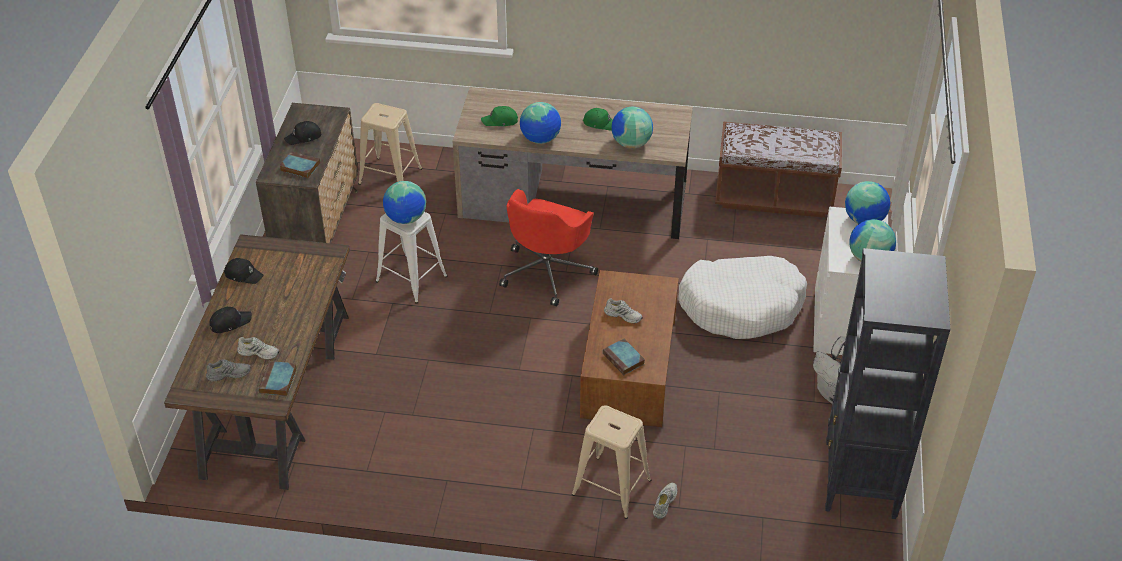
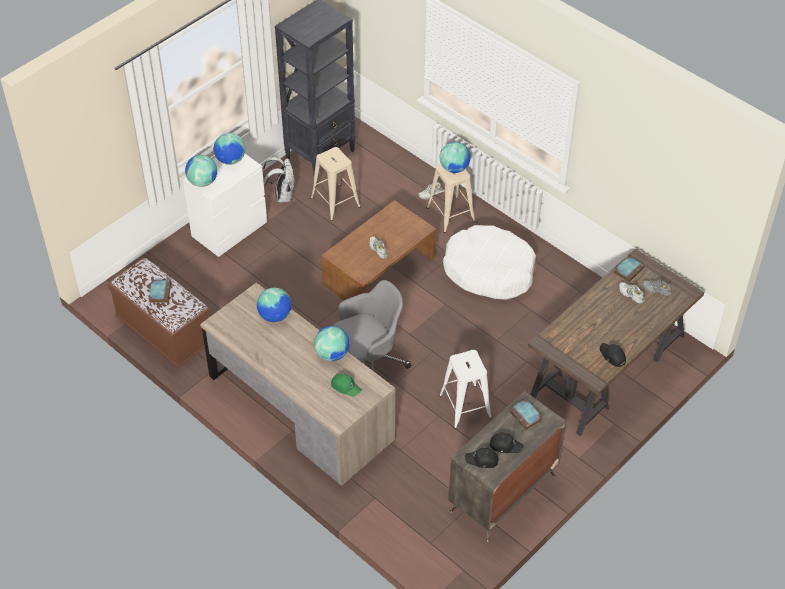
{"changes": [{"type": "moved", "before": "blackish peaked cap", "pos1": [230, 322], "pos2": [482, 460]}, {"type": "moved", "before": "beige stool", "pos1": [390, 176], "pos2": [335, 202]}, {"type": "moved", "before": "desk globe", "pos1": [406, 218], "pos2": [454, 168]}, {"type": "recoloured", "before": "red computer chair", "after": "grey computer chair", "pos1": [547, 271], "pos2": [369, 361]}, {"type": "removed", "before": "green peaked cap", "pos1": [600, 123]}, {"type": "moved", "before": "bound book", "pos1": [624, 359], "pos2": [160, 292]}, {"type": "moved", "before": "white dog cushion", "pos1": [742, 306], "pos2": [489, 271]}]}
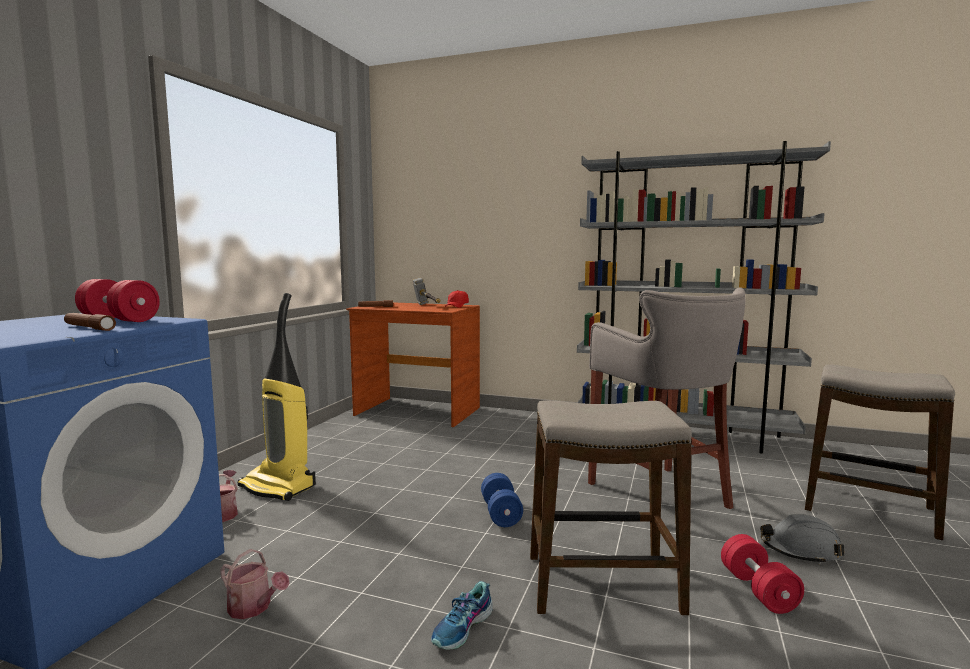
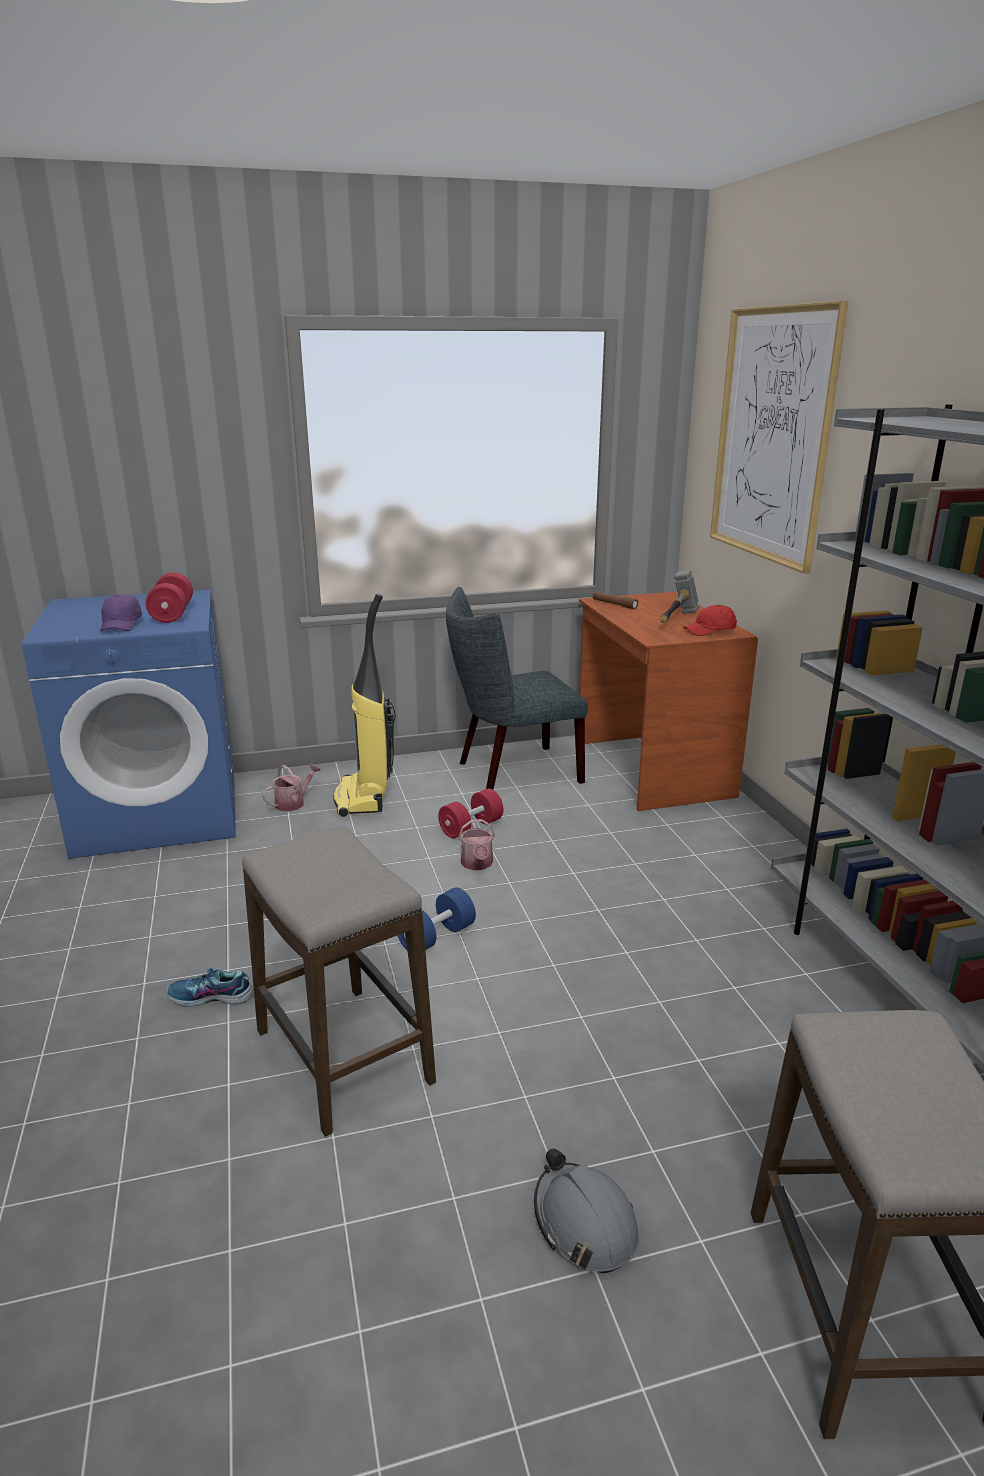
{"changes": [{"type": "replaced", "before": "brown-coloured torch", "after": "purple-coloured peaked cap", "pos1": [89, 328], "pos2": [121, 625]}, {"type": "moved", "before": "sprinkling can", "pos1": [253, 608], "pos2": [477, 864]}, {"type": "removed", "before": "grey stool", "pos1": [661, 495]}, {"type": "moved", "before": "red free weight", "pos1": [758, 590], "pos2": [471, 827]}, {"type": "added", "after": "grey chair", "pos2": [511, 773]}, {"type": "added", "after": "wall art", "pos2": [772, 435]}]}
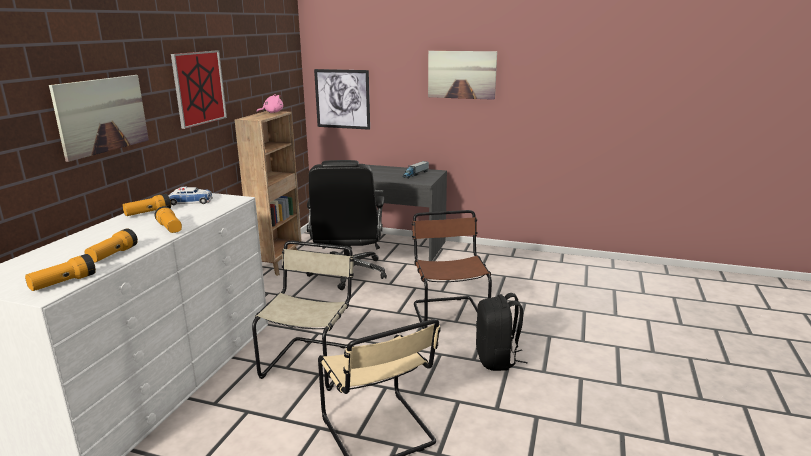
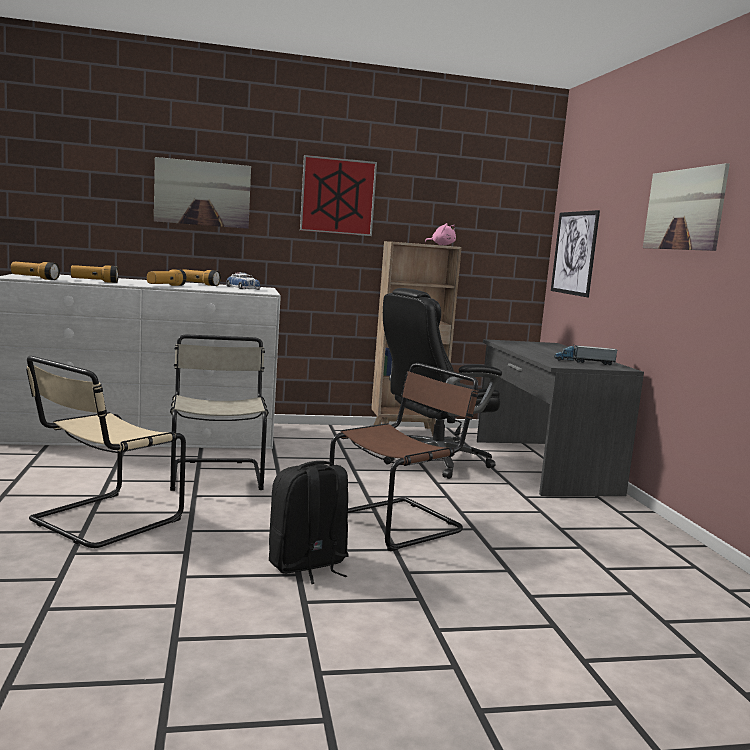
{"changes": [{"type": "turned", "before": "beige chair", "pos1": [311, 362], "pos2": [216, 475], "turn": -90}]}
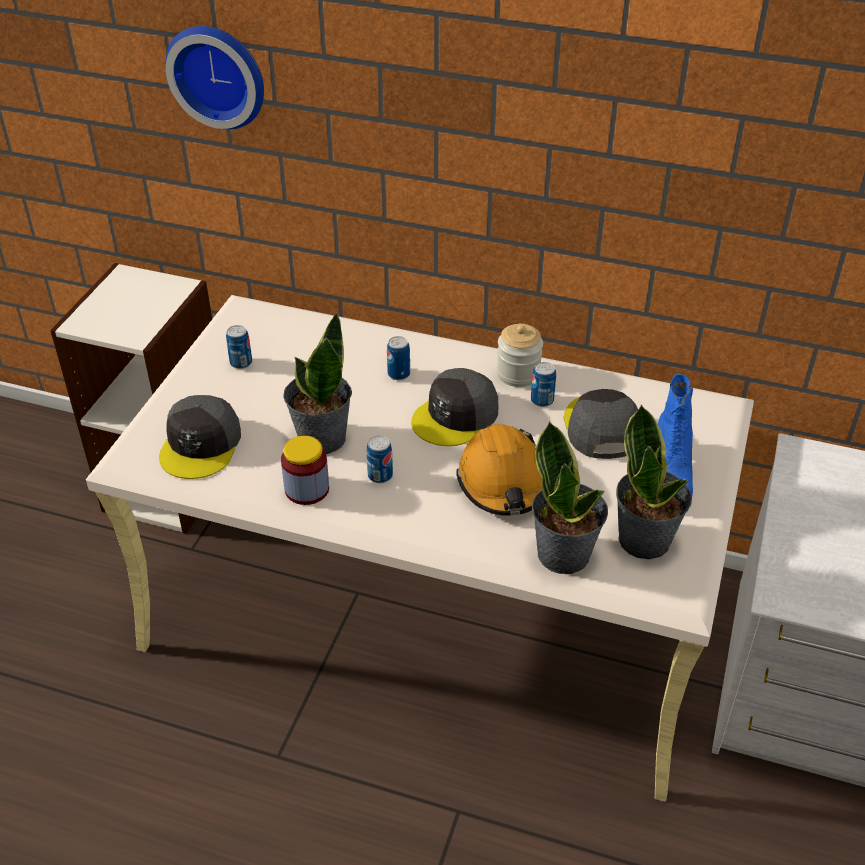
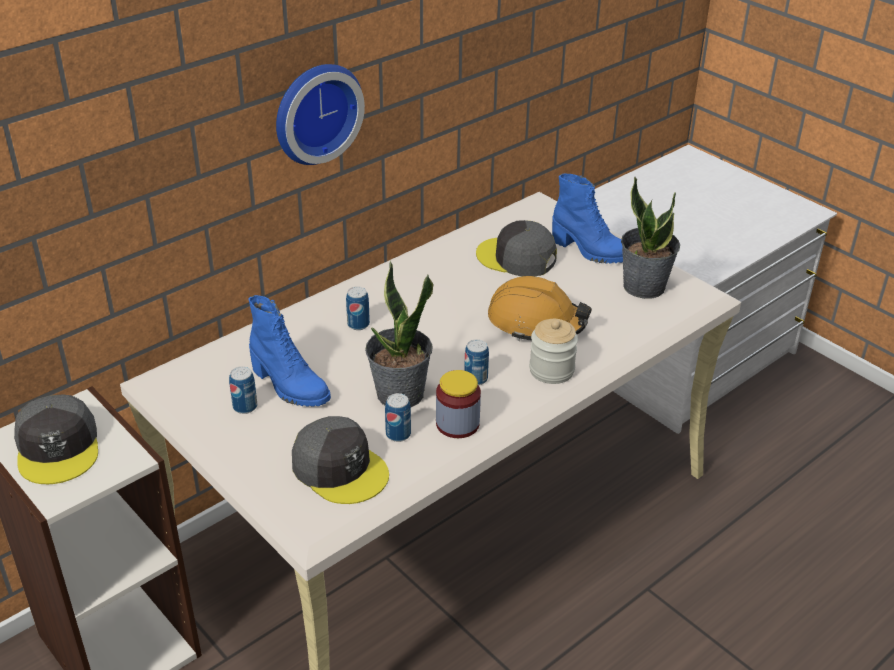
{"changes": [{"type": "moved", "before": "hanging clock", "pos1": [219, 74], "pos2": [314, 111]}, {"type": "moved", "before": "grey peaked cap", "pos1": [456, 416], "pos2": [58, 447]}, {"type": "moved", "before": "preserve jar", "pos1": [518, 374], "pos2": [551, 370]}, {"type": "moved", "before": "metal can", "pos1": [542, 400], "pos2": [398, 434]}, {"type": "removed", "before": "plant in a pot", "pos1": [564, 553]}, {"type": "added", "after": "blue boot", "pos2": [289, 387]}]}
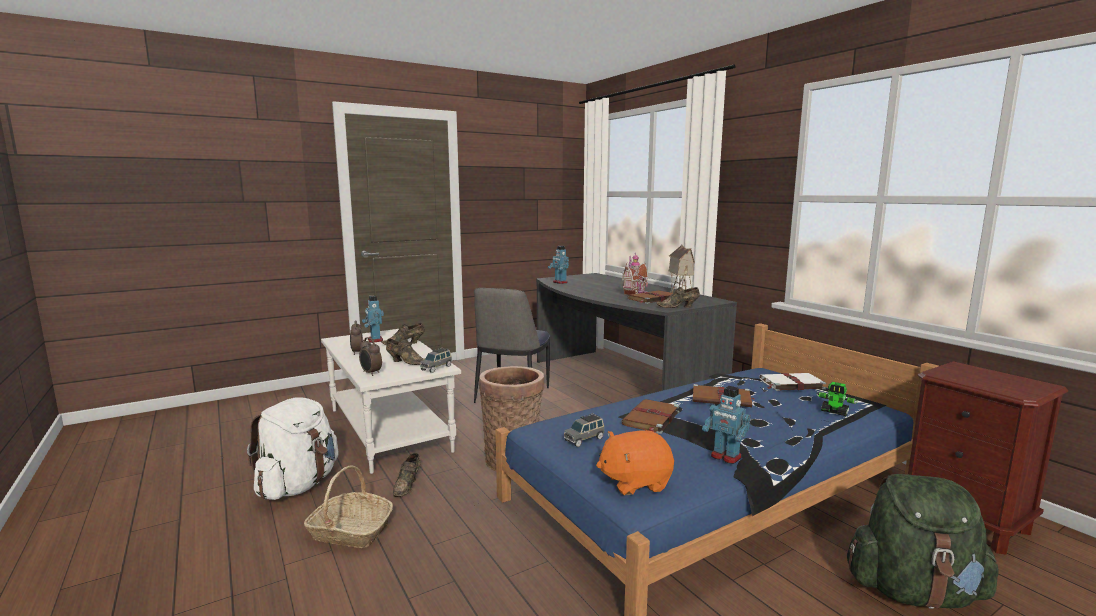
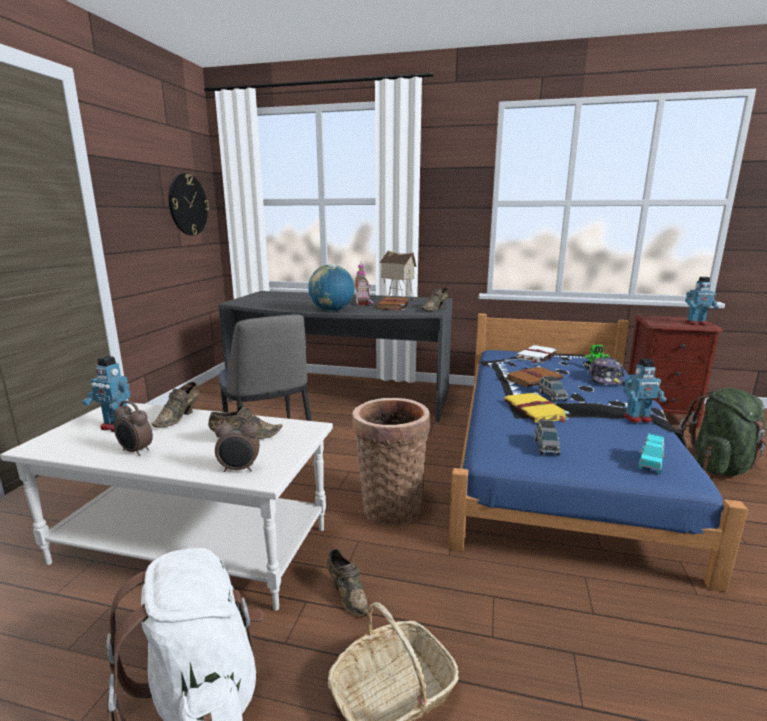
{"changes": [{"type": "moved", "before": "grey model car", "pos1": [436, 368], "pos2": [551, 396]}, {"type": "moved", "before": "robot figure", "pos1": [560, 282], "pos2": [696, 323]}, {"type": "replaced", "before": "orange-coloured cuddly toy", "after": "blue-green model car", "pos1": [635, 482], "pos2": [650, 463]}, {"type": "recoloured", "before": "brown-coloured bound book", "after": "yellowish bound book", "pos1": [650, 419], "pos2": [536, 410]}, {"type": "added", "after": "hanging clock", "pos2": [188, 204]}, {"type": "added", "after": "desk globe", "pos2": [332, 310]}, {"type": "added", "after": "peaked cap", "pos2": [605, 378]}]}
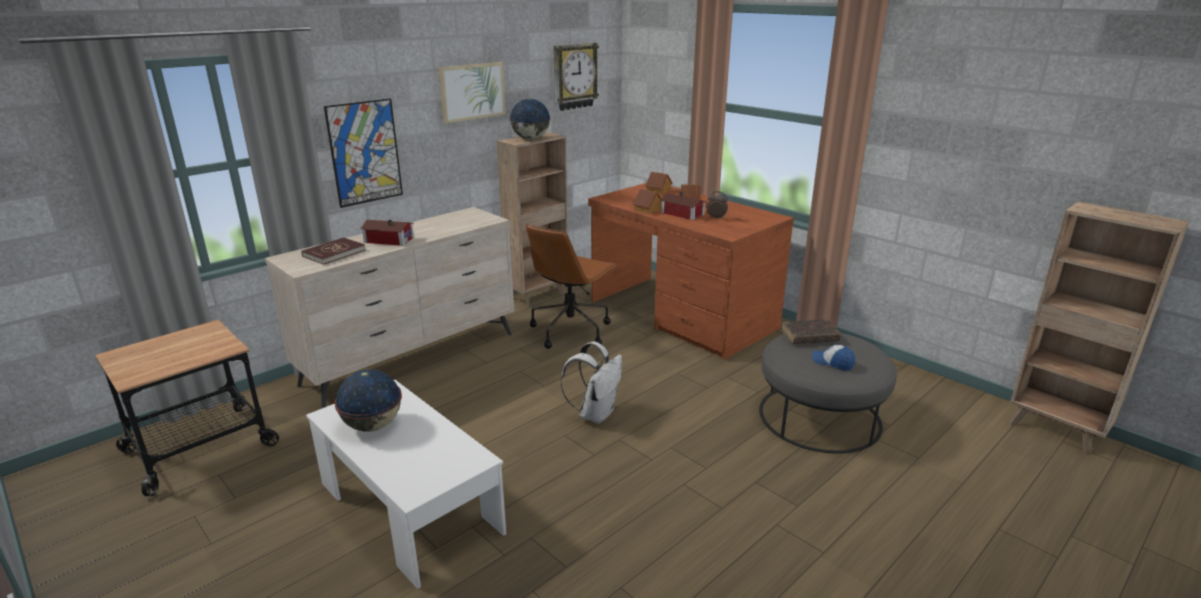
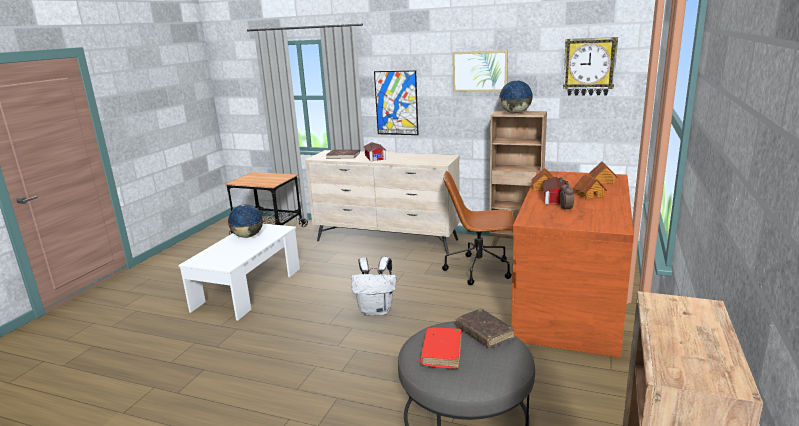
{"changes": [{"type": "replaced", "before": "peaked cap", "after": "red bound book", "pos1": [832, 362], "pos2": [441, 352]}]}
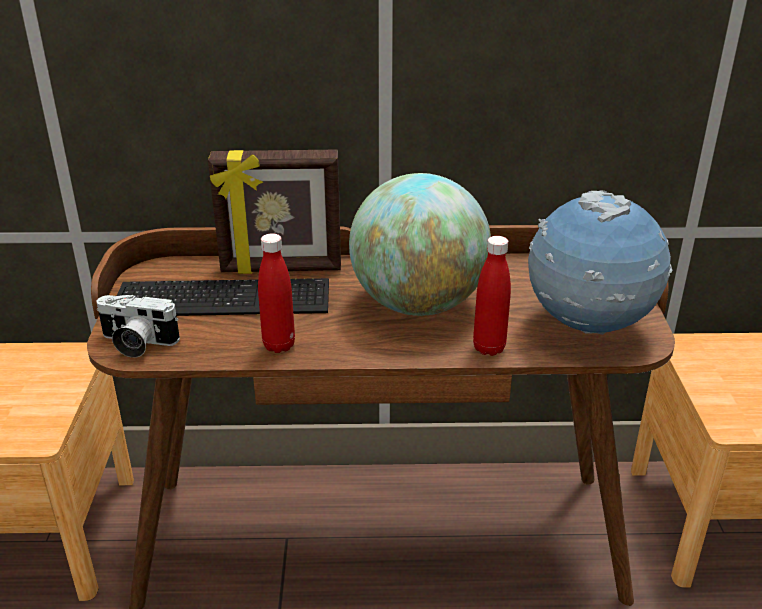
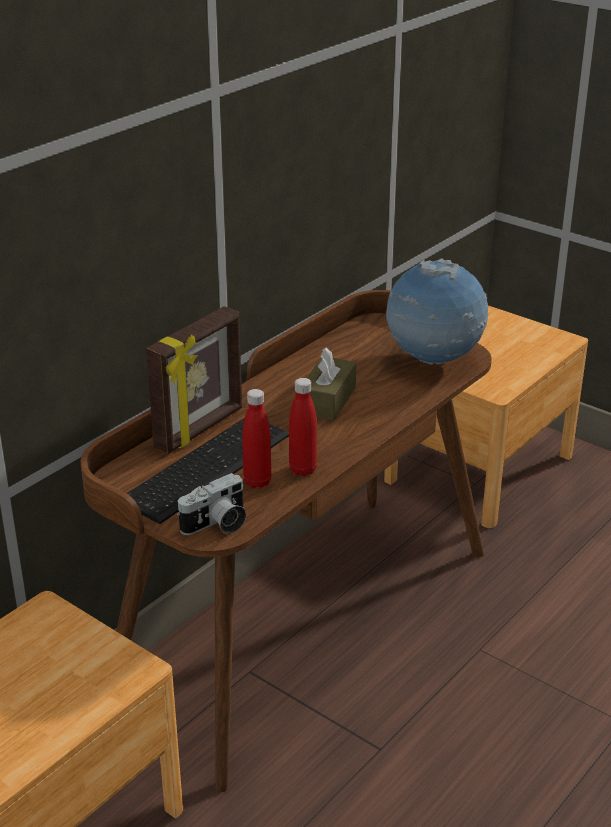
{"changes": [{"type": "replaced", "before": "desk globe", "after": "brown-coloured tissue holder", "pos1": [418, 305], "pos2": [327, 400]}, {"type": "moved", "before": "red beverage bottle", "pos1": [489, 348], "pos2": [257, 482]}]}
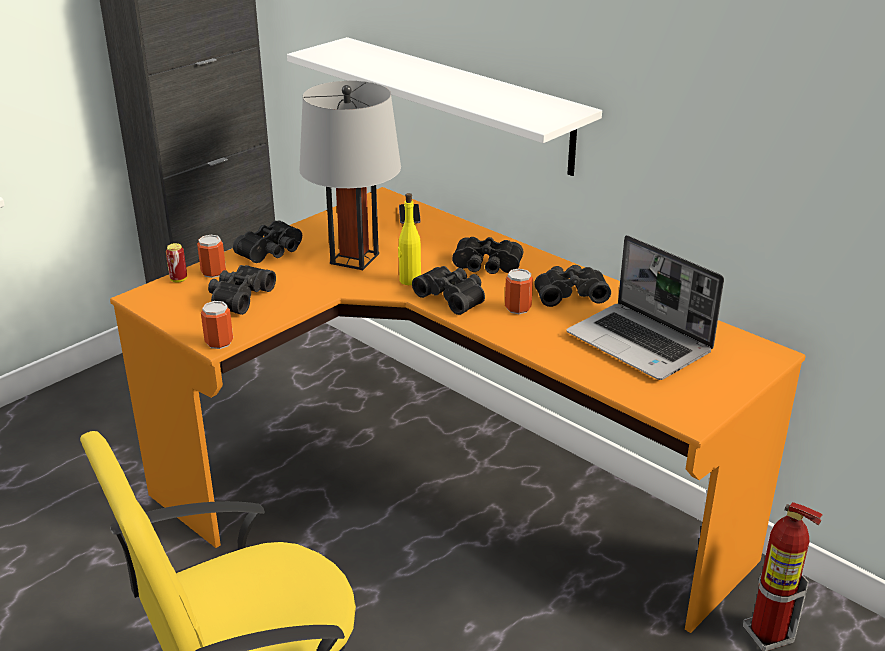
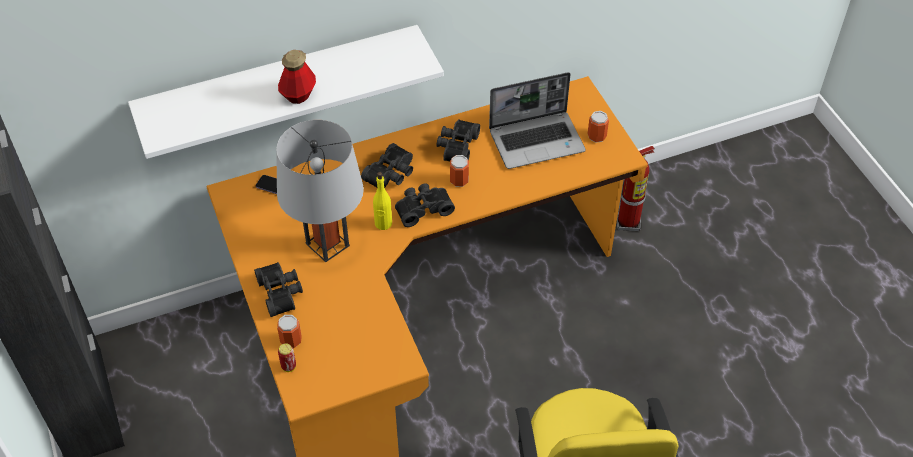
{"changes": [{"type": "moved", "before": "metal can", "pos1": [219, 342], "pos2": [596, 136]}, {"type": "removed", "before": "blackish field glasses", "pos1": [238, 297]}, {"type": "added", "after": "beverage bottle", "pos2": [298, 95]}]}
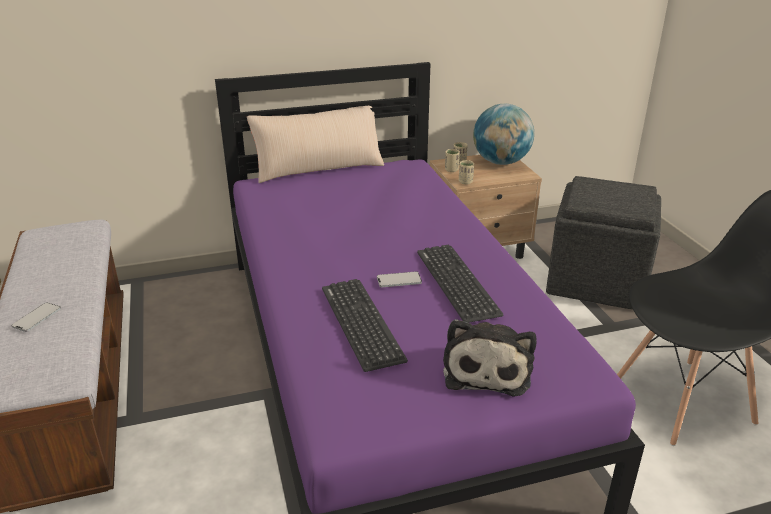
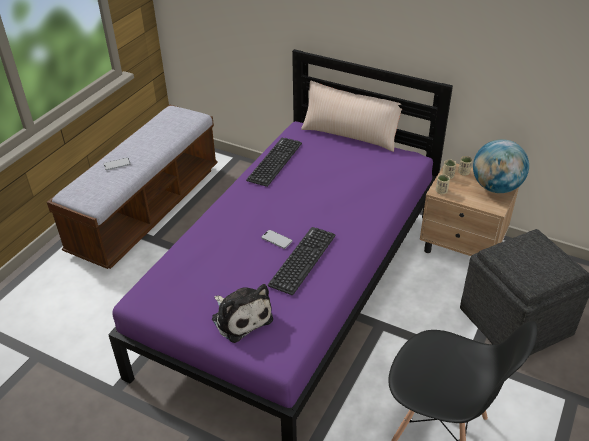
{"changes": [{"type": "moved", "before": "computer keyboard", "pos1": [361, 323], "pos2": [274, 162]}, {"type": "turned", "before": "cuddly toy", "pos1": [487, 369], "pos2": [240, 317], "turn": -90}]}
